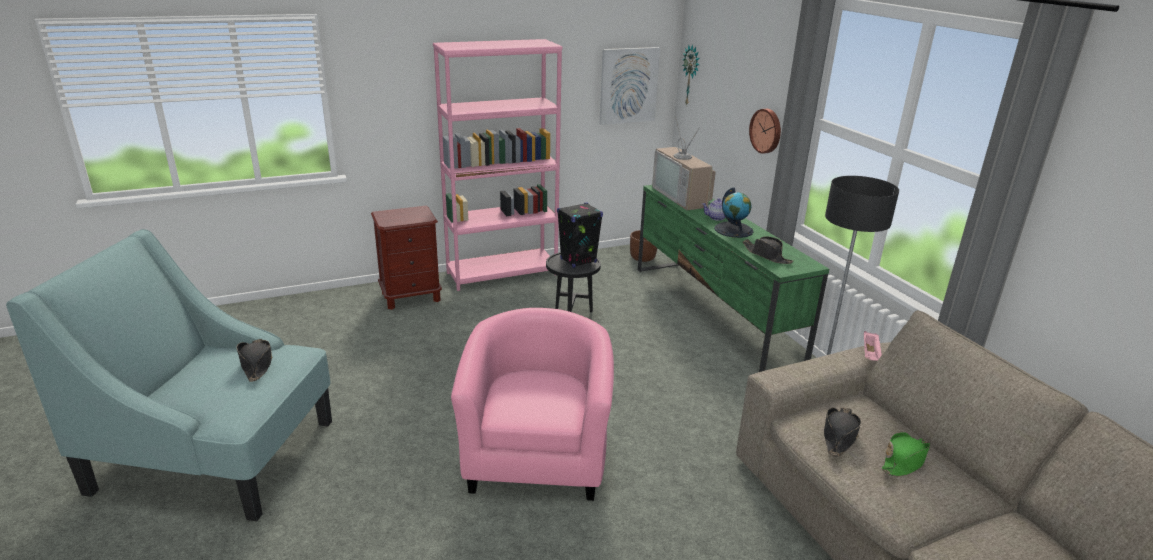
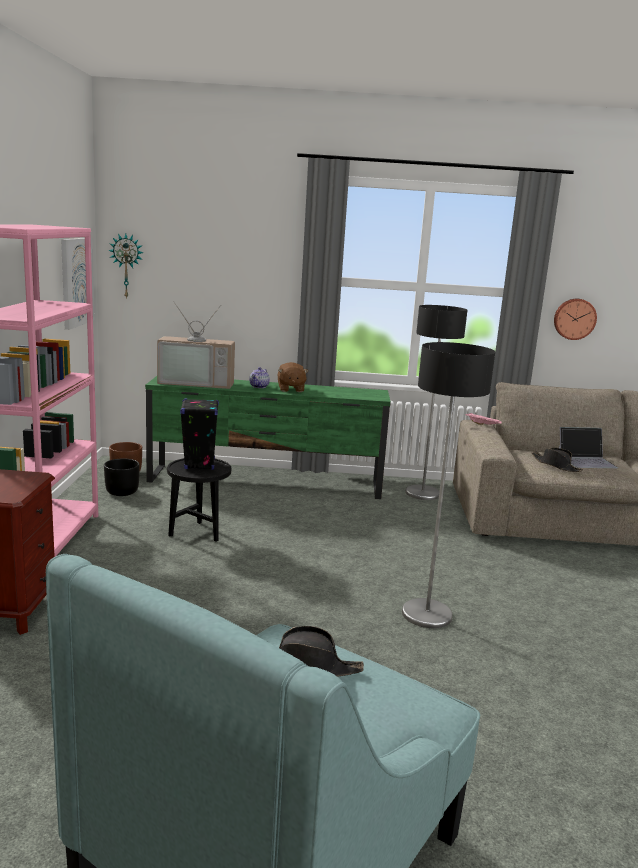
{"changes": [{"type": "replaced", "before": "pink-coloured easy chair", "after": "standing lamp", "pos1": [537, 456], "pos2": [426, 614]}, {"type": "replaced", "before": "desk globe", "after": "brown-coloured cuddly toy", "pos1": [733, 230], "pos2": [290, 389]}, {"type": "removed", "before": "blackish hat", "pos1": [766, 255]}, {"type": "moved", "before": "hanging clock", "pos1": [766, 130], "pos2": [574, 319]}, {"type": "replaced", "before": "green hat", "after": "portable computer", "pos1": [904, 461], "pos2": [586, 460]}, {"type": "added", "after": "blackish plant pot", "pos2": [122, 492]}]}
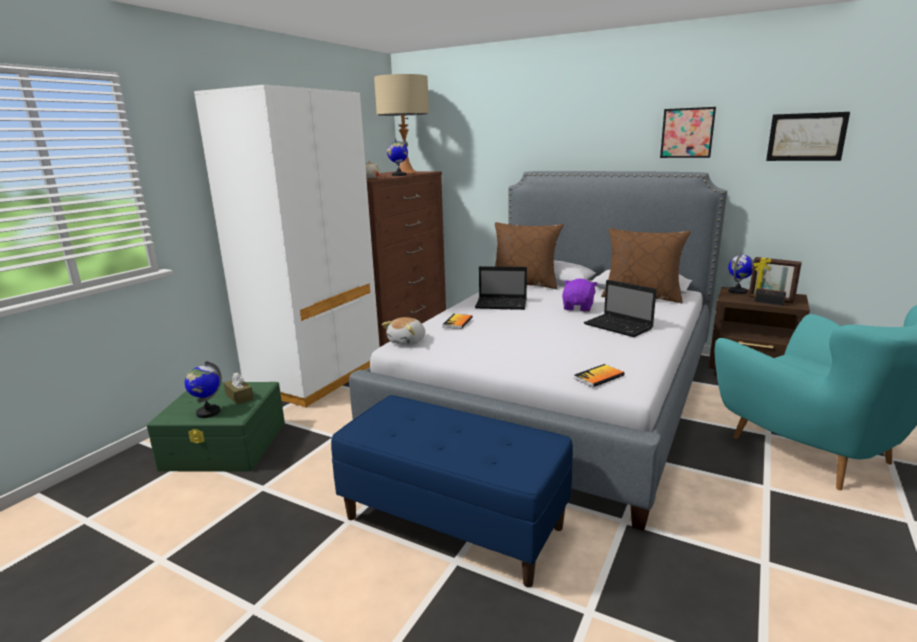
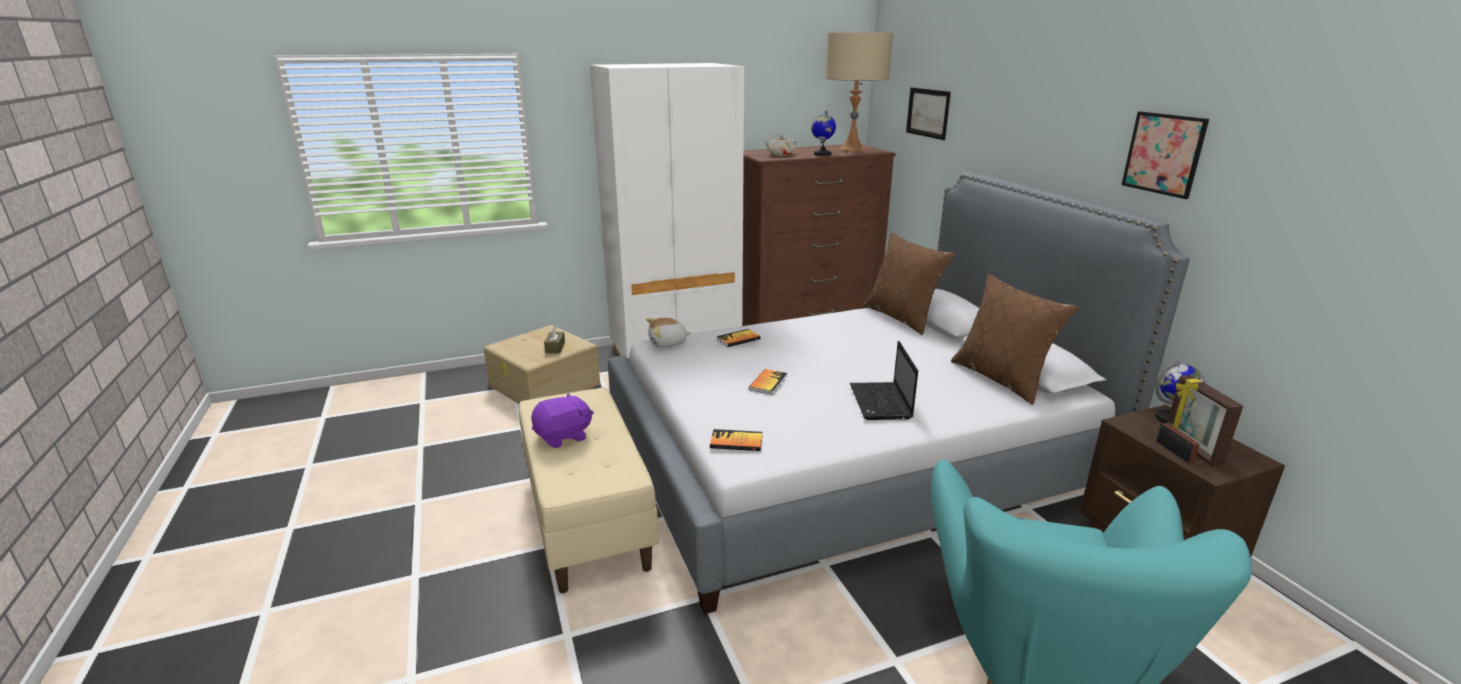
{"changes": [{"type": "recoloured", "before": "green storage bin", "after": "beige storage bin", "pos1": [226, 445], "pos2": [545, 385]}, {"type": "removed", "before": "desk globe", "pos1": [208, 412]}, {"type": "recoloured", "before": "blue long seat", "after": "beige long seat", "pos1": [454, 522], "pos2": [588, 518]}, {"type": "removed", "before": "portable computer", "pos1": [502, 304]}, {"type": "moved", "before": "purple-coloured cuddly toy", "pos1": [578, 307], "pos2": [563, 437]}, {"type": "moved", "before": "wall art", "pos1": [806, 137], "pos2": [928, 113]}, {"type": "added", "after": "bound book", "pos2": [768, 383]}]}
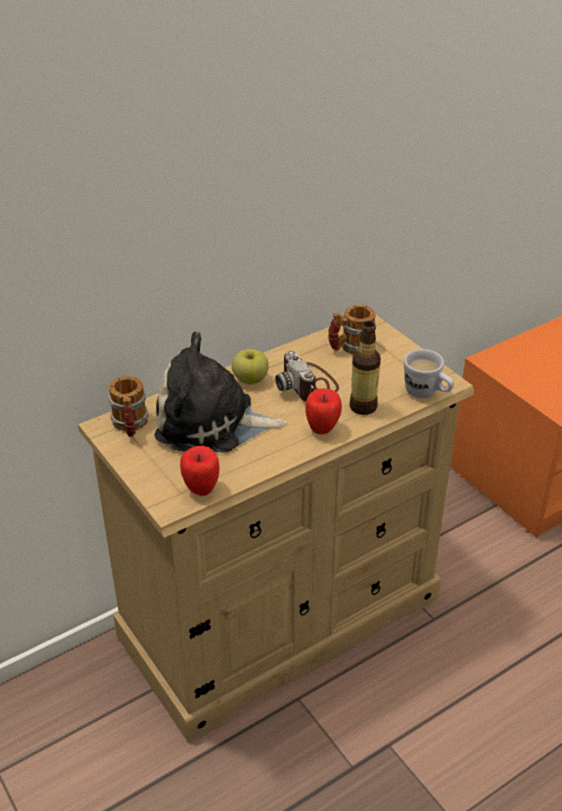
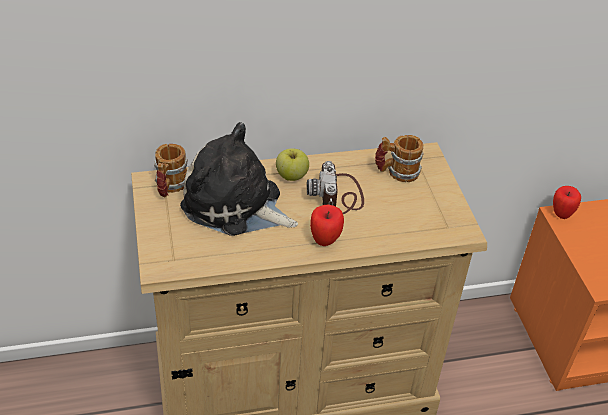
{"changes": [{"type": "moved", "before": "apple fruit", "pos1": [201, 489], "pos2": [561, 214]}, {"type": "removed", "before": "beverage bottle", "pos1": [363, 407]}, {"type": "removed", "before": "white coffee mug", "pos1": [427, 394]}]}
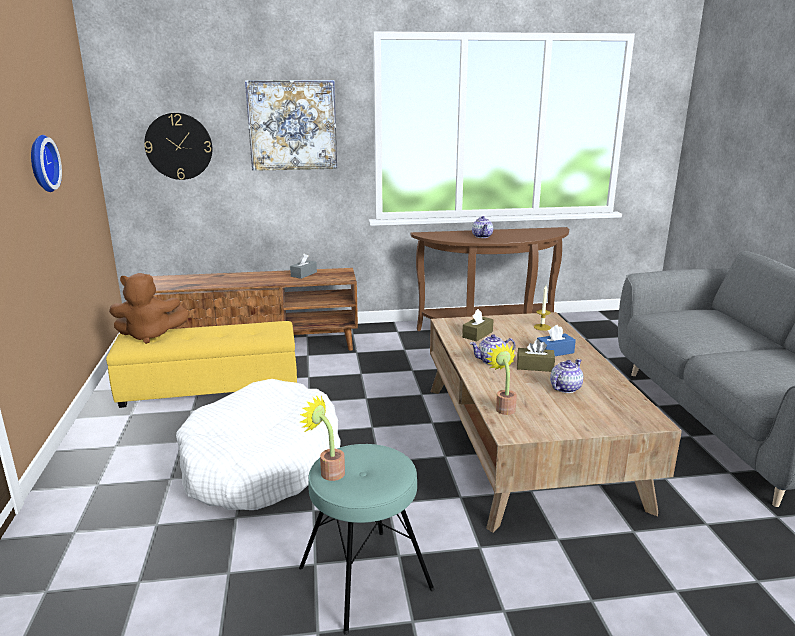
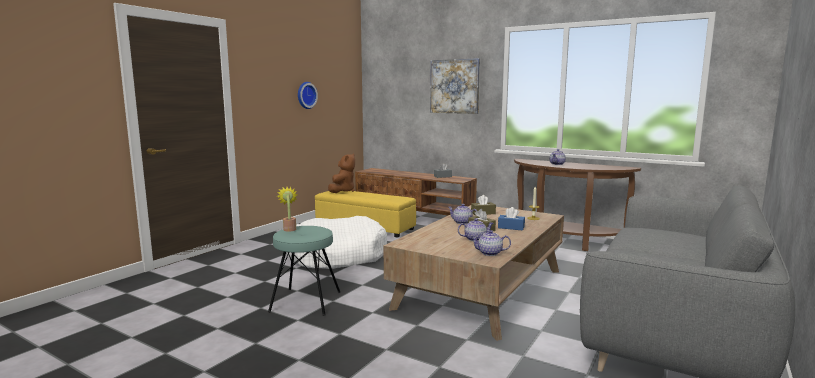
{"changes": [{"type": "turned", "before": "brown-coloured cuddly toy", "pos1": [150, 335], "pos2": [342, 191], "turn": -105}, {"type": "removed", "before": "hanging clock", "pos1": [179, 146]}, {"type": "removed", "before": "plant in a pot", "pos1": [503, 407]}, {"type": "added", "after": "teapot", "pos2": [490, 253]}]}
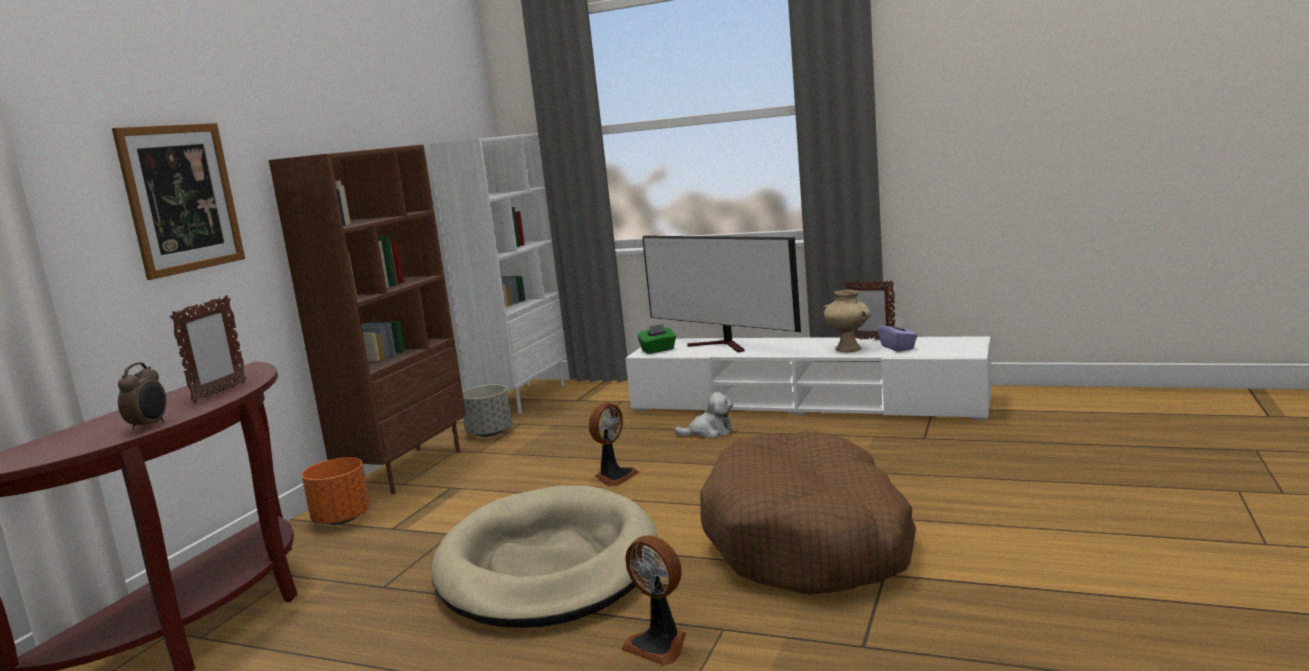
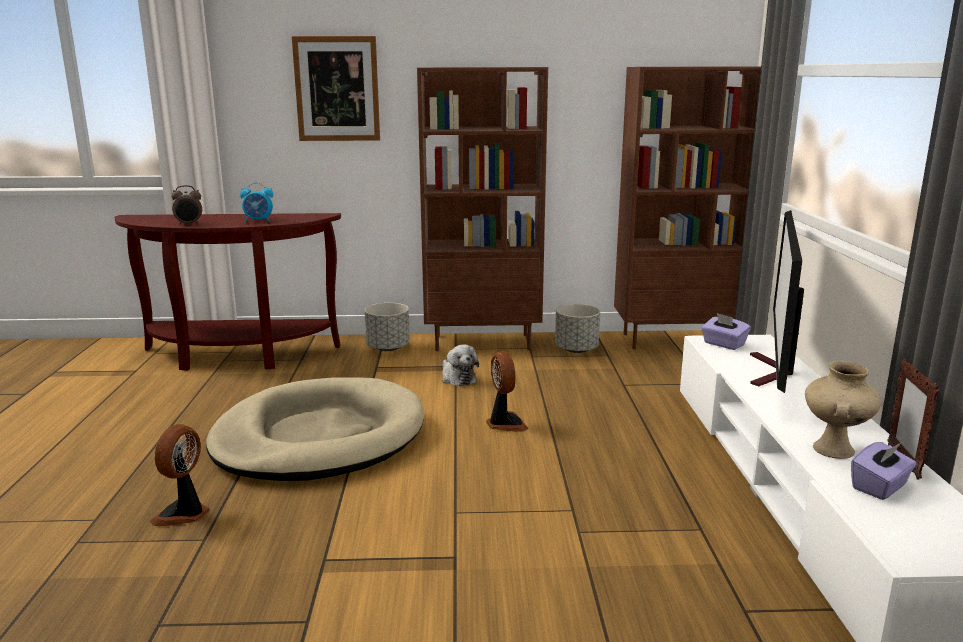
{"changes": [{"type": "replaced", "before": "photo frame", "after": "alarm clock", "pos1": [219, 392], "pos2": [258, 221]}, {"type": "recoloured", "before": "orange-coloured plant pot", "after": "grey plant pot", "pos1": [342, 519], "pos2": [388, 348]}, {"type": "recoloured", "before": "white bookcase", "after": "brown-coloured bookcase", "pos1": [523, 398], "pos2": [674, 340]}, {"type": "turned", "before": "fan", "pos1": [614, 476], "pos2": [505, 424], "turn": -120}, {"type": "recoloured", "before": "green tissue holder", "after": "purple-coloured tissue holder", "pos1": [658, 350], "pos2": [723, 344]}, {"type": "moved", "before": "cuddly toy", "pos1": [709, 432], "pos2": [457, 378]}, {"type": "removed", "before": "brown-coloured dog cushion", "pos1": [809, 540]}]}
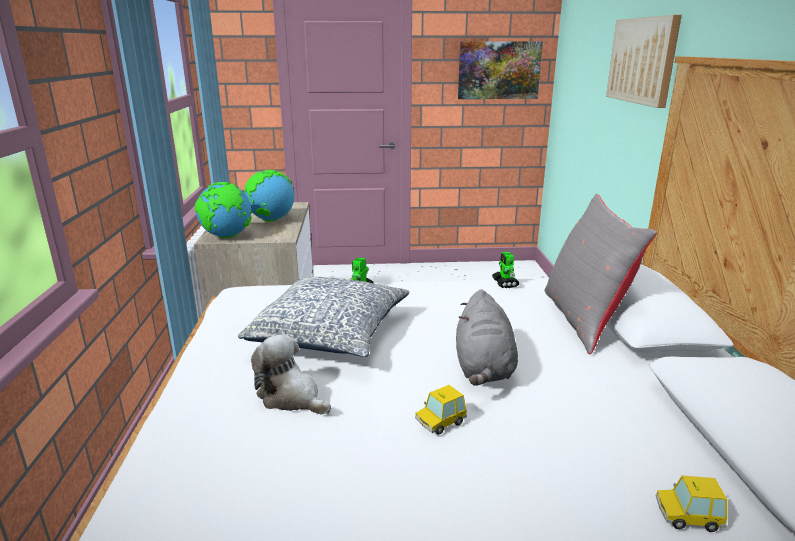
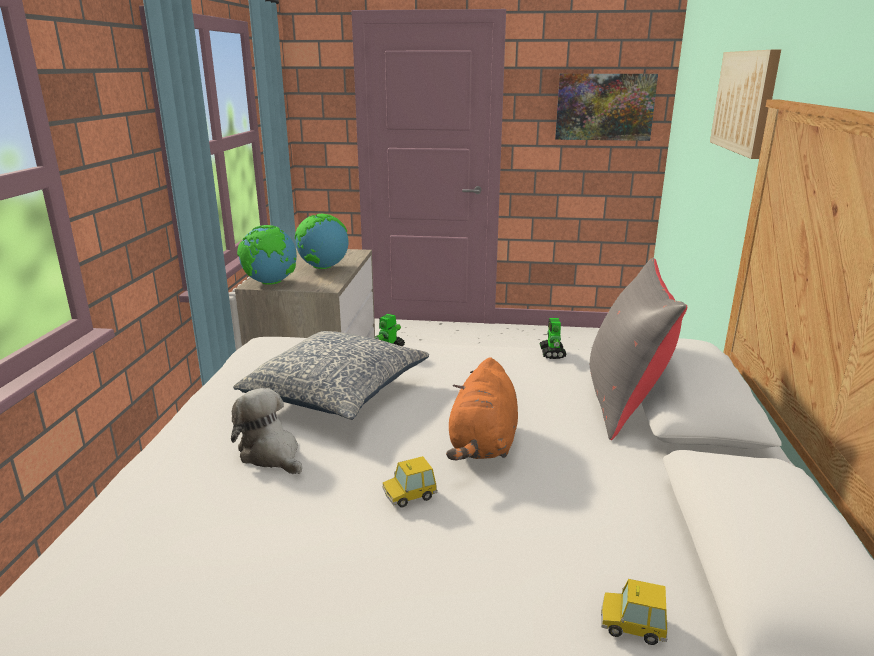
{"changes": [{"type": "recoloured", "before": "grey cuddly toy", "after": "orange-coloured cuddly toy", "pos1": [483, 368], "pos2": [483, 444]}]}
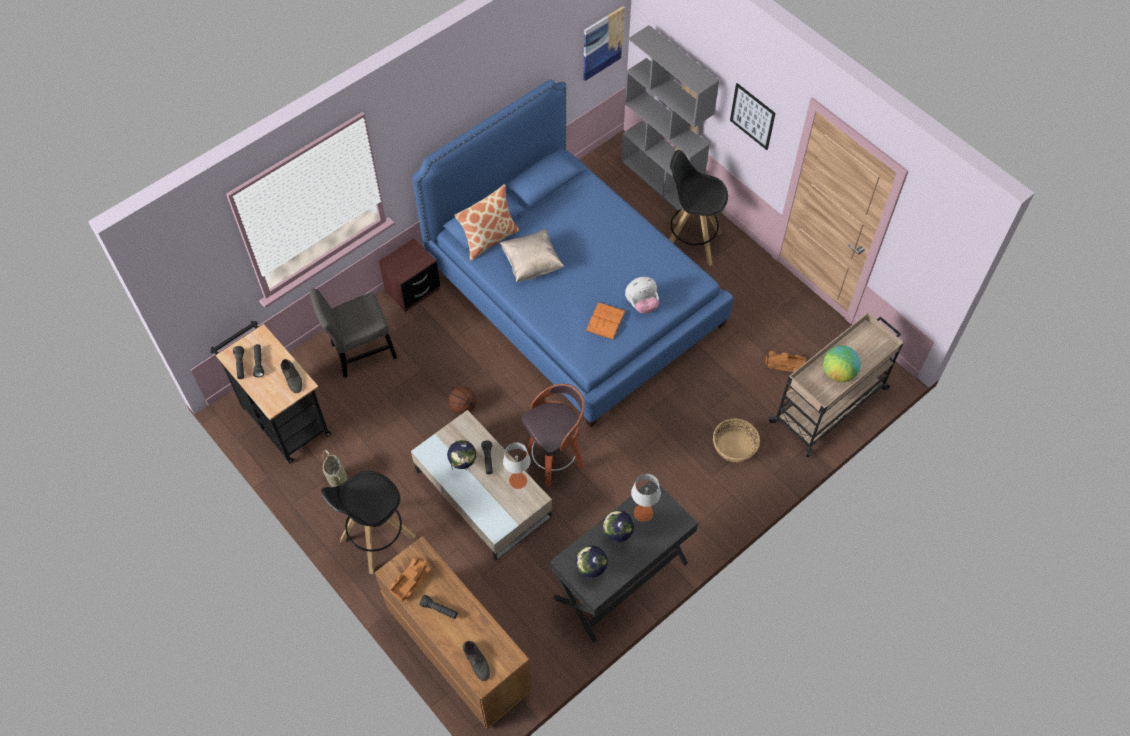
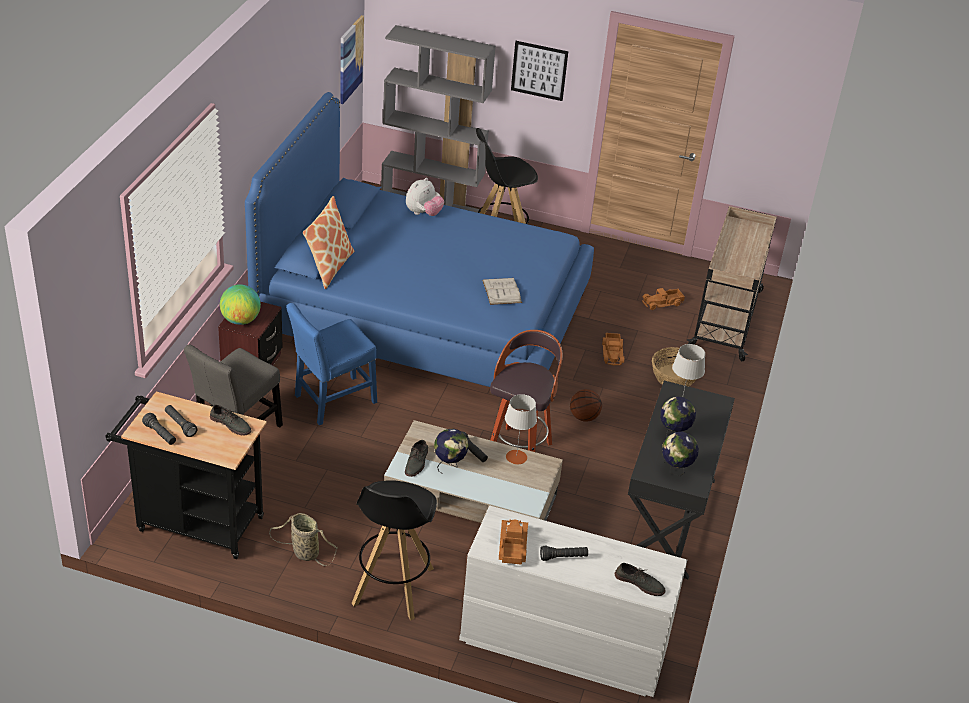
{"changes": [{"type": "recoloured", "before": "brown-coloured dresser", "after": "white dresser", "pos1": [458, 649], "pos2": [562, 645]}, {"type": "moved", "before": "basketball ball", "pos1": [462, 407], "pos2": [583, 417]}, {"type": "removed", "before": "beige throw pillow", "pos1": [531, 264]}, {"type": "recoloured", "before": "orange-coloured bound book", "after": "white bound book", "pos1": [605, 321], "pos2": [502, 291]}, {"type": "moved", "before": "cuddly toy", "pos1": [641, 304], "pos2": [423, 213]}, {"type": "moved", "before": "desk globe", "pos1": [838, 373], "pos2": [241, 320]}, {"type": "added", "after": "blue chair", "pos2": [332, 401]}, {"type": "added", "after": "grey shoe", "pos2": [417, 462]}, {"type": "added", "after": "toy lorry", "pos2": [613, 353]}]}
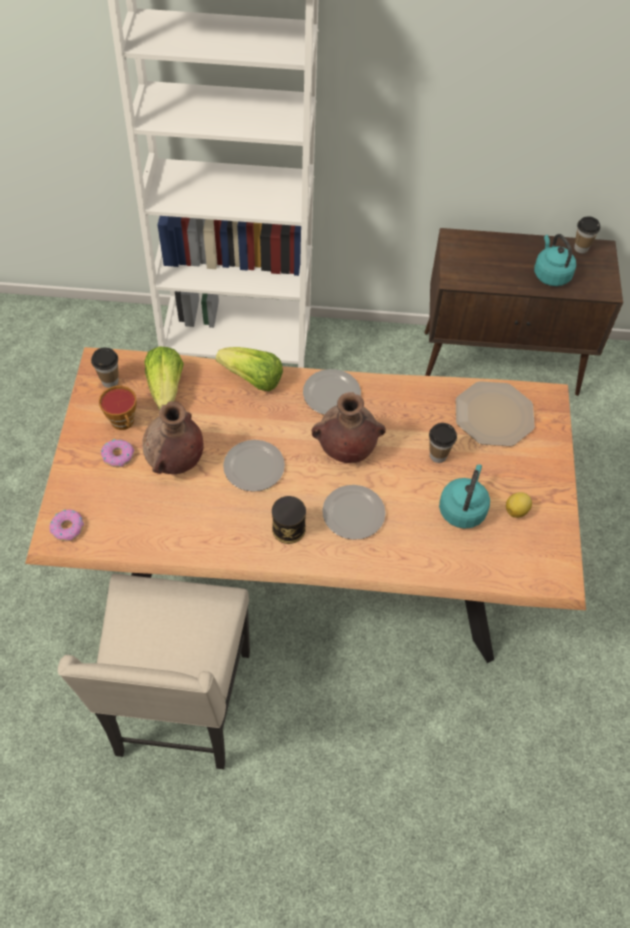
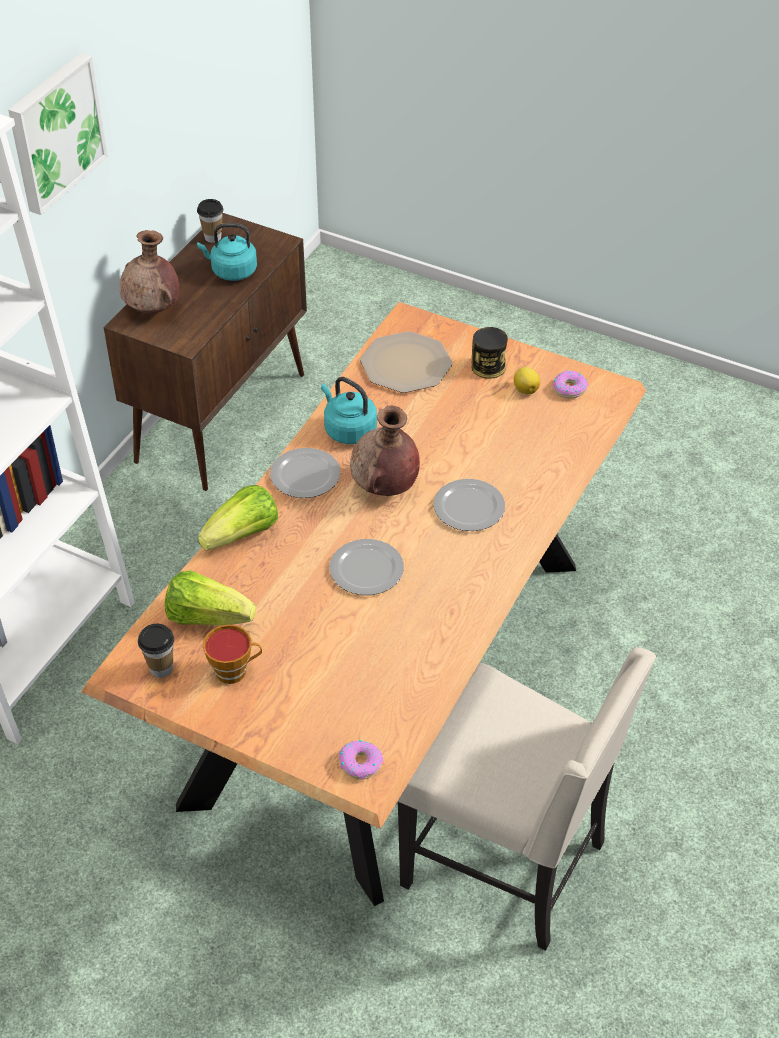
{"changes": [{"type": "moved", "before": "ring doughnut", "pos1": [118, 455], "pos2": [569, 389]}, {"type": "moved", "before": "brown-coloured decorative vase", "pos1": [175, 461], "pos2": [153, 310]}, {"type": "moved", "before": "metal can", "pos1": [288, 529], "pos2": [488, 367]}, {"type": "removed", "before": "small cup", "pos1": [438, 455]}, {"type": "moved", "before": "blue-green tea kettle", "pos1": [462, 509], "pos2": [348, 430]}, {"type": "added", "after": "wall art", "pos2": [54, 132]}]}
